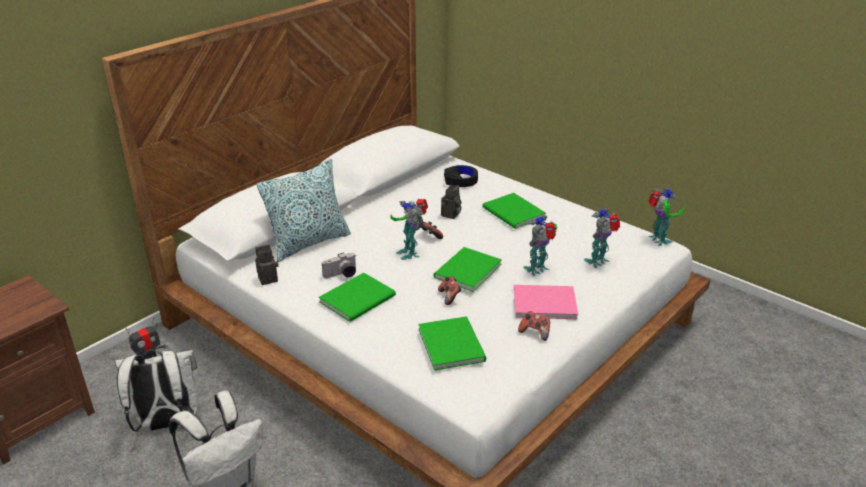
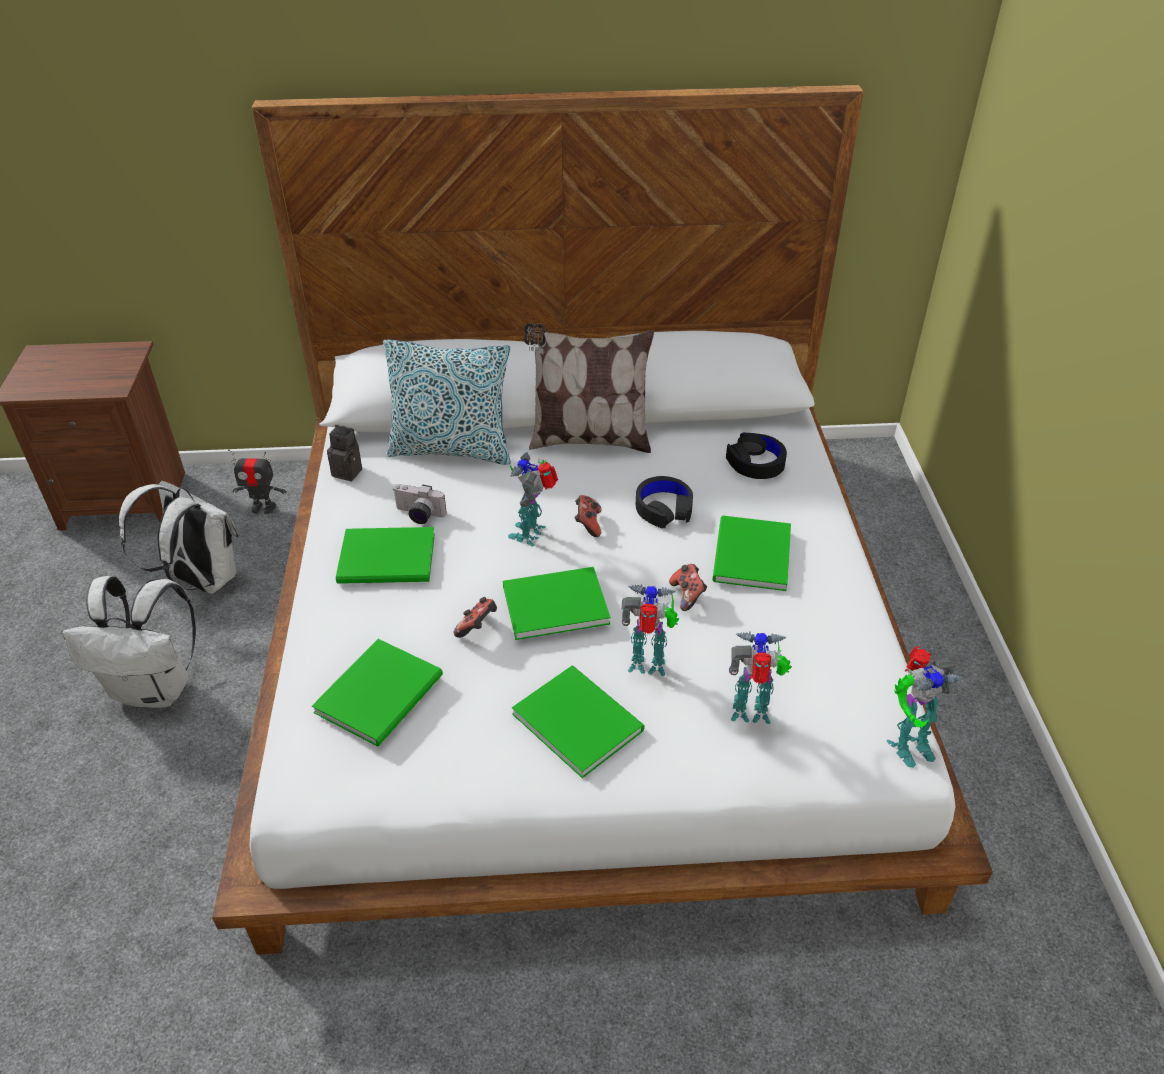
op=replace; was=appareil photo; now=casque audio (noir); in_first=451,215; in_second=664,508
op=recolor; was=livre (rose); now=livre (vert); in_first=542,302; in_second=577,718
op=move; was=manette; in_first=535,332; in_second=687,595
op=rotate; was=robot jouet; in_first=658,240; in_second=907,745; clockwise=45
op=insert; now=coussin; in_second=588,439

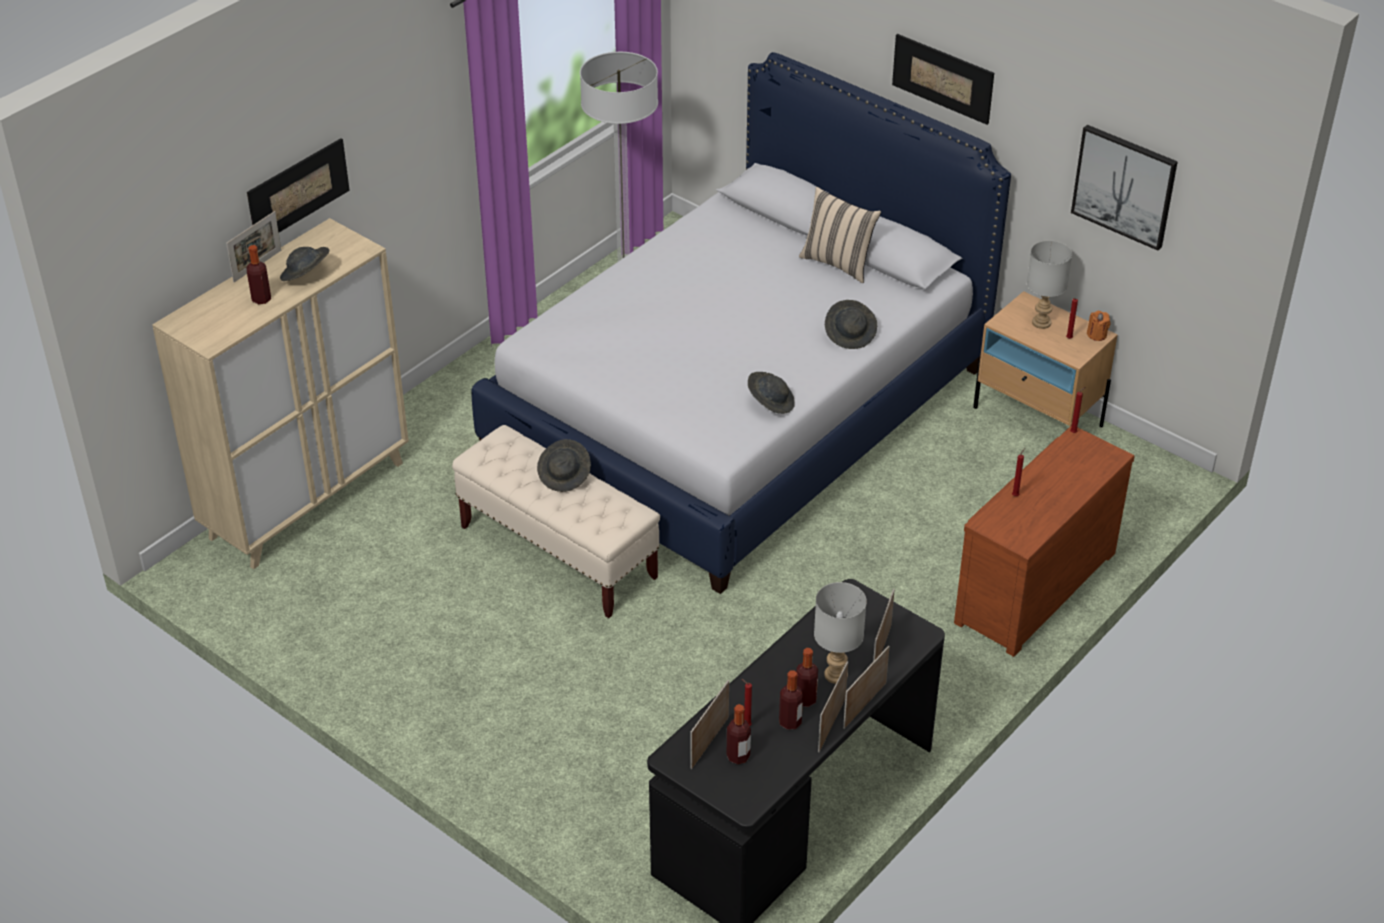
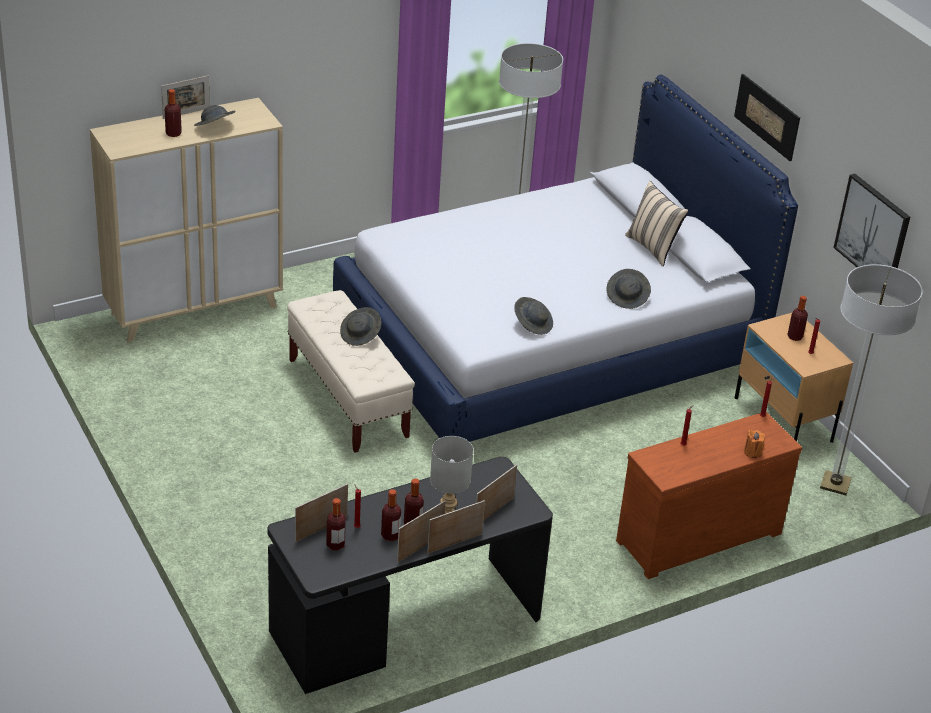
op=delete; was=tableau; in_first=298,190
op=replace; was=lampe de table (gris); now=bouteille; in_first=1041,323; in_second=795,337
op=move; was=bougie (orange); in_first=1097,335; in_second=752,452
op=insert; now=lampadaire; in_second=835,484

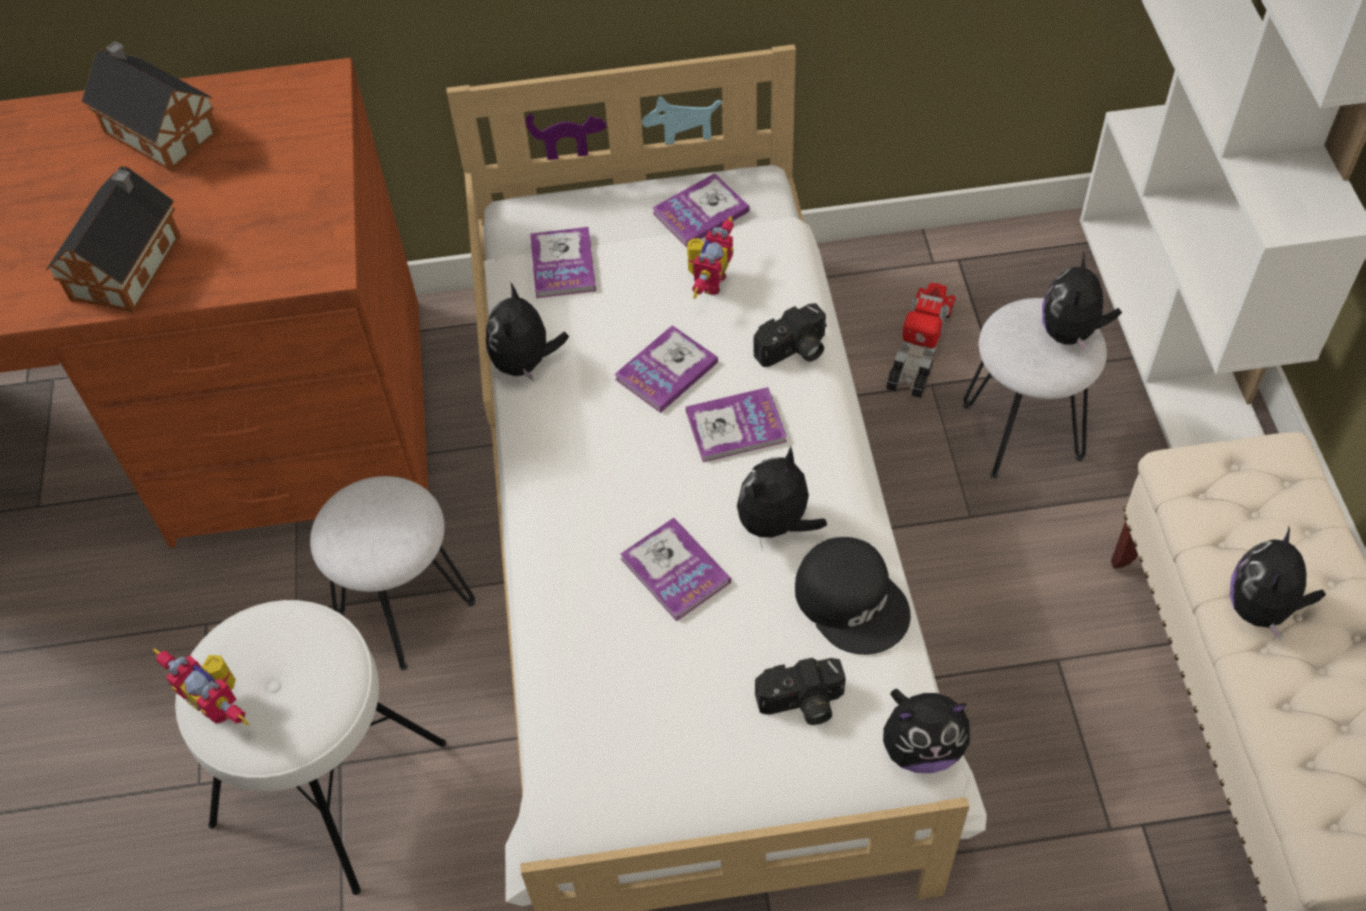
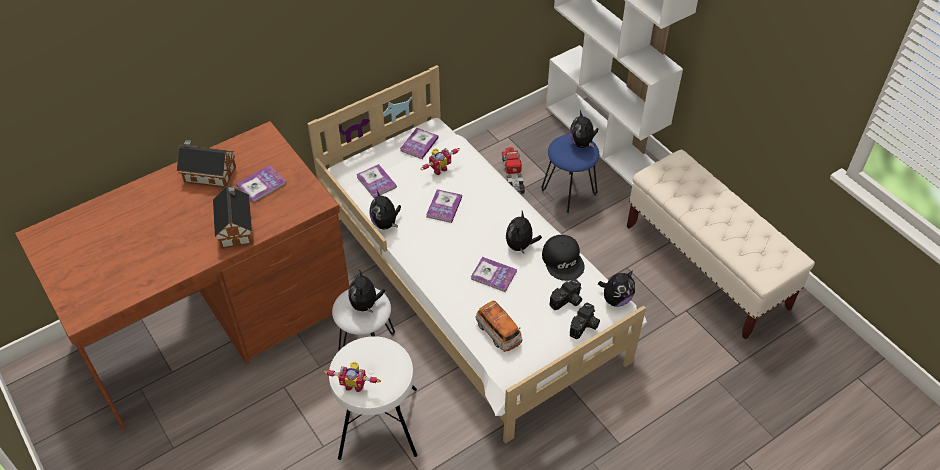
op=move; was=livre; in_first=736,426; in_second=261,185
op=rotate; was=robot jouet; in_first=708,281; in_second=439,169; clockwise=60
op=move; was=appareil photo; in_first=794,351; in_second=585,327
op=rotate; was=casquette (noir); in_first=852,600; in_second=563,260; clockwise=45
op=recolor; was=tabouret (blanc); now=tabouret (bleu); in_first=1023,431; in_second=569,192
op=move; was=peluche; in_first=1261,608; in_second=365,304
op=insert; now=petite voiture; in_second=498,333

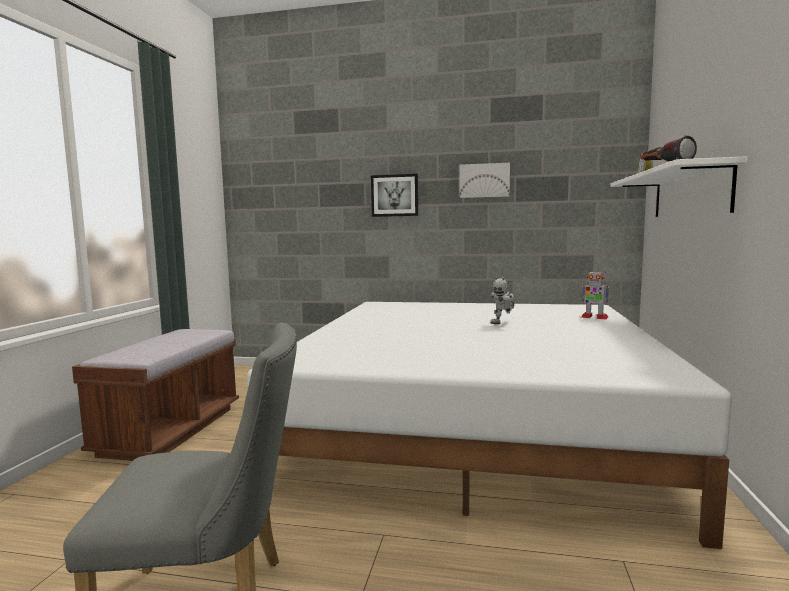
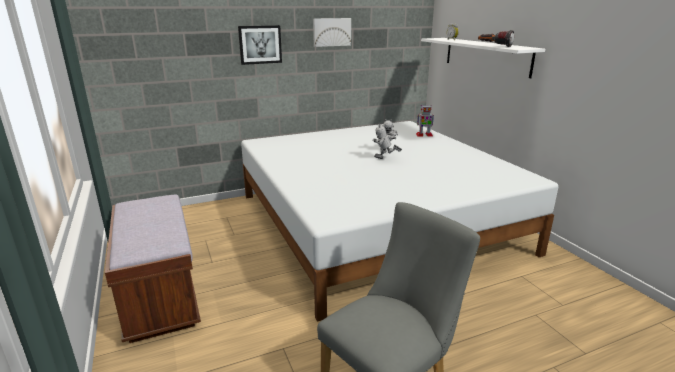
op=insert; now=robot jouet; in_second=385,159

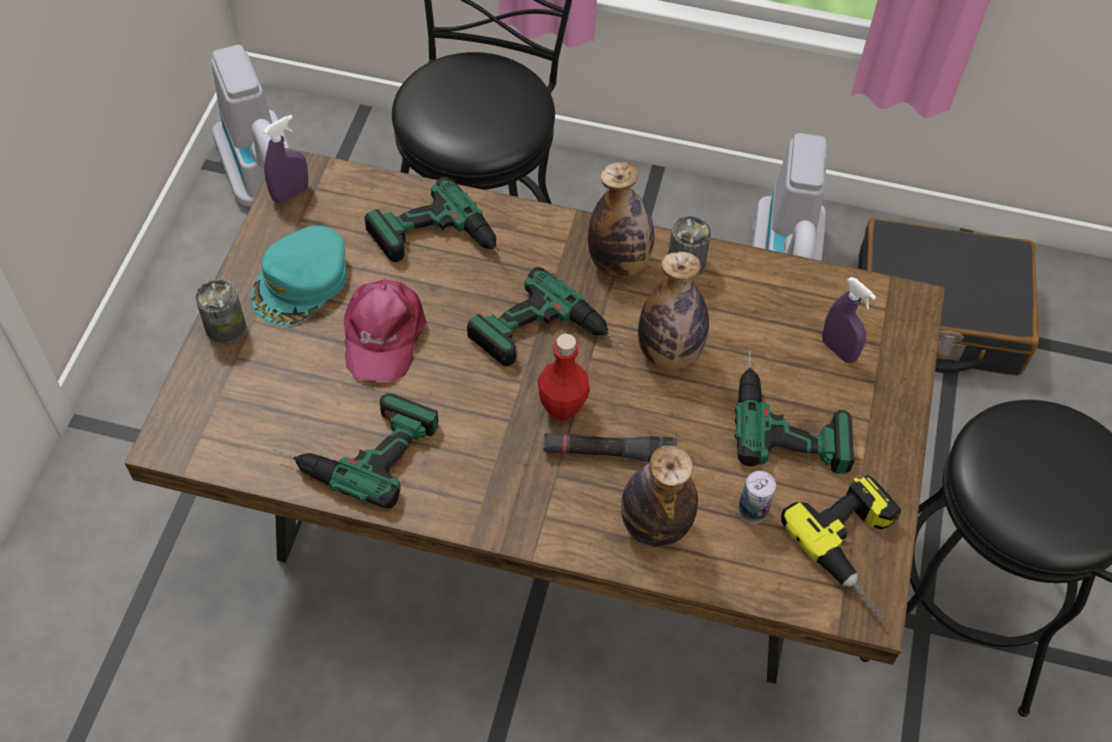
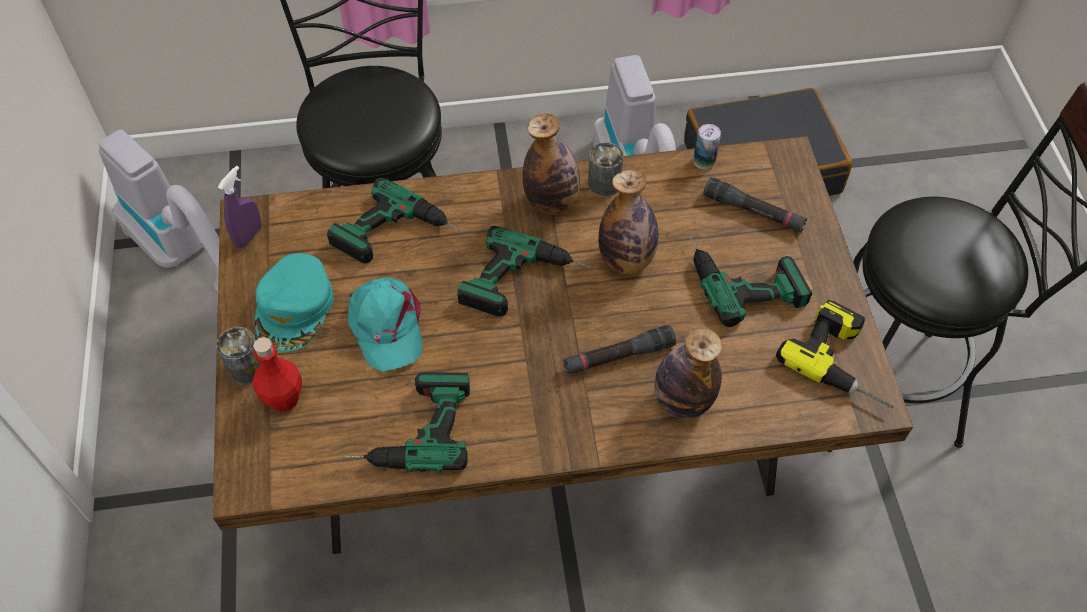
op=recolor; was=casquette (rose); now=casquette (turquoise); in_first=382,334; in_second=386,326
op=move; was=bouteille (rouge); in_first=562,407; in_second=284,399
op=move; was=boîte métallique; in_first=752,511; in_second=704,161
op=replace; was=vaporisateur (violet); now=lampe de poche (noir); in_first=838,350; in_second=753,212

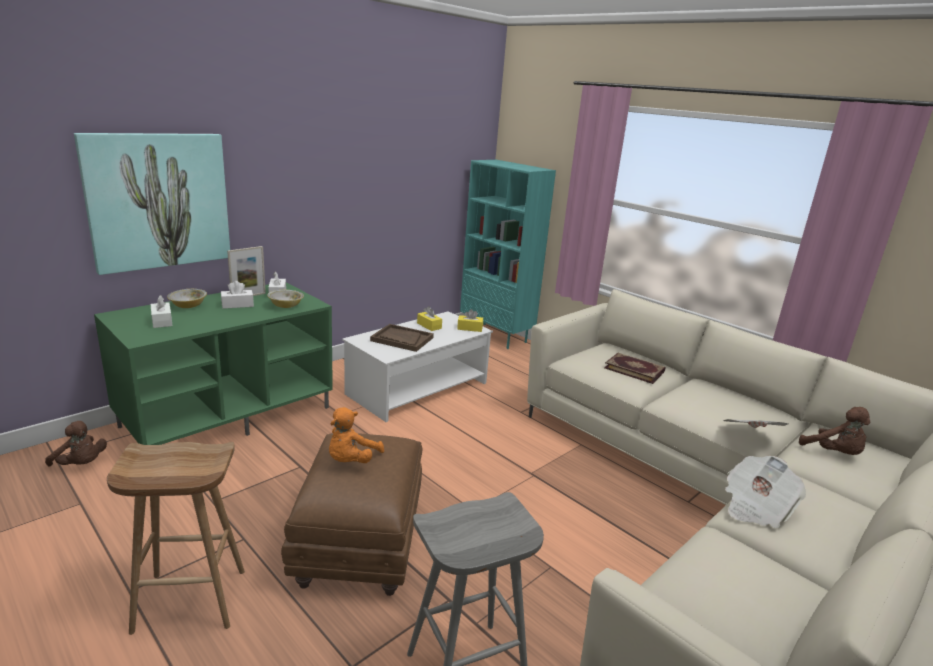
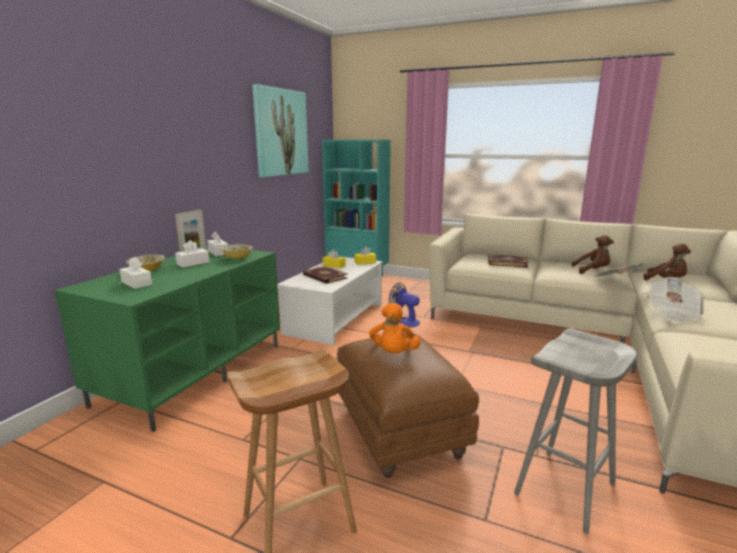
op=move; was=peluche (marron); in_first=80,464; in_second=592,271
op=move; was=tableau; in_first=158,201; in_second=280,132
op=replace; was=plateau (marron); now=livre; in_first=402,339; in_second=324,277
op=insert; now=ventilateur; in_second=404,321

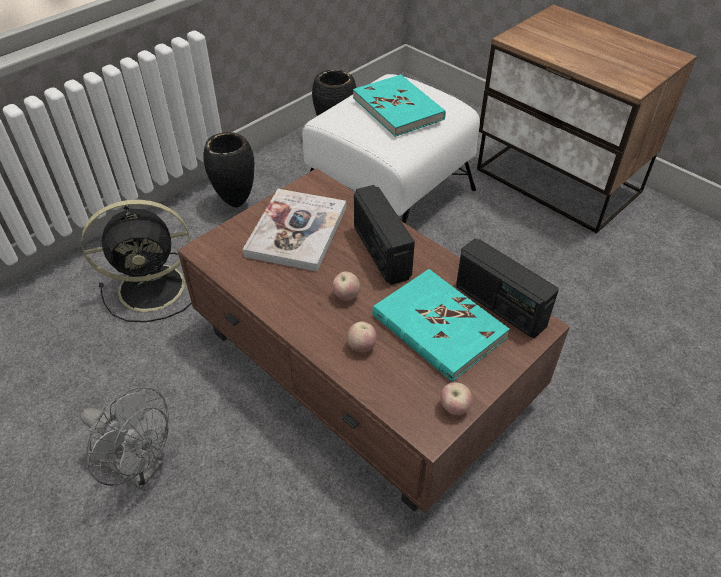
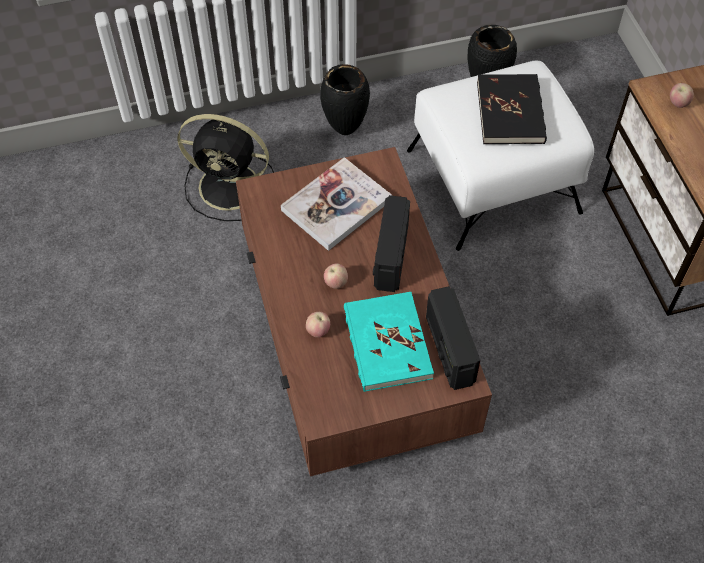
op=delete; was=ventilateur (gris); in_first=140,468
op=recolor; was=livre (turquoise); now=livre (noir); in_first=398,108; in_second=510,112
op=move; was=pomme; in_first=454,408; in_second=678,104

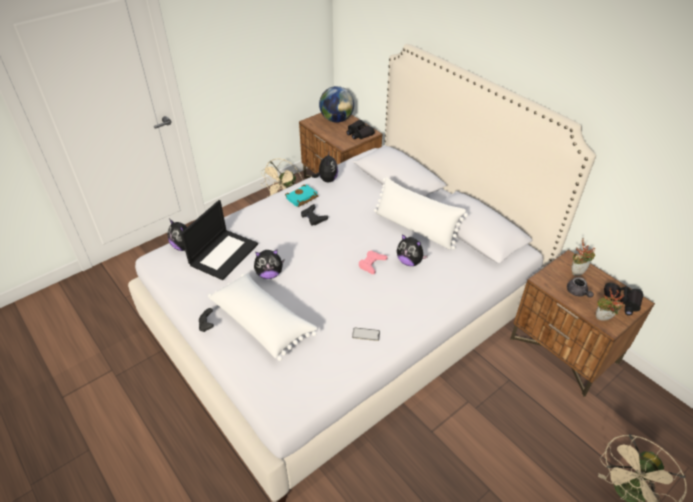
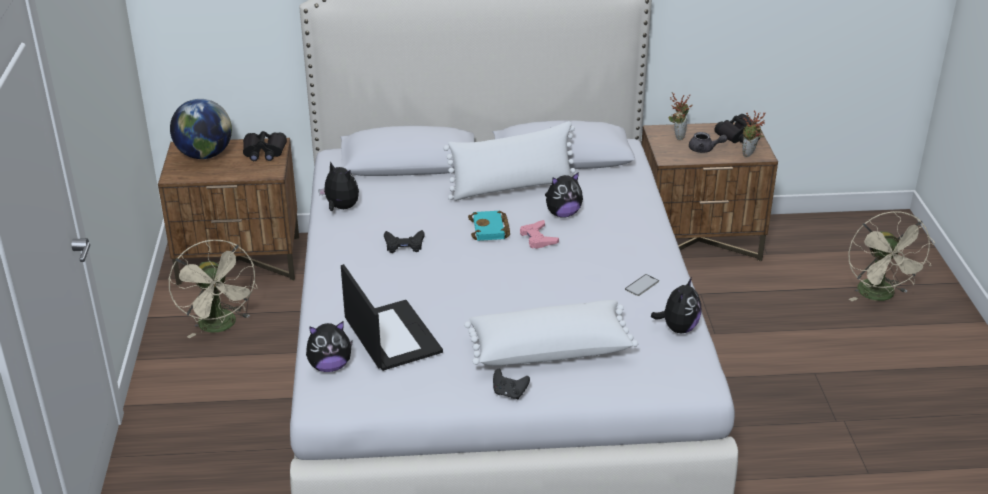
op=move; was=peluche; in_first=269,274; in_second=678,328
op=move; was=livre (turquoise); in_first=302,198; in_second=491,230

